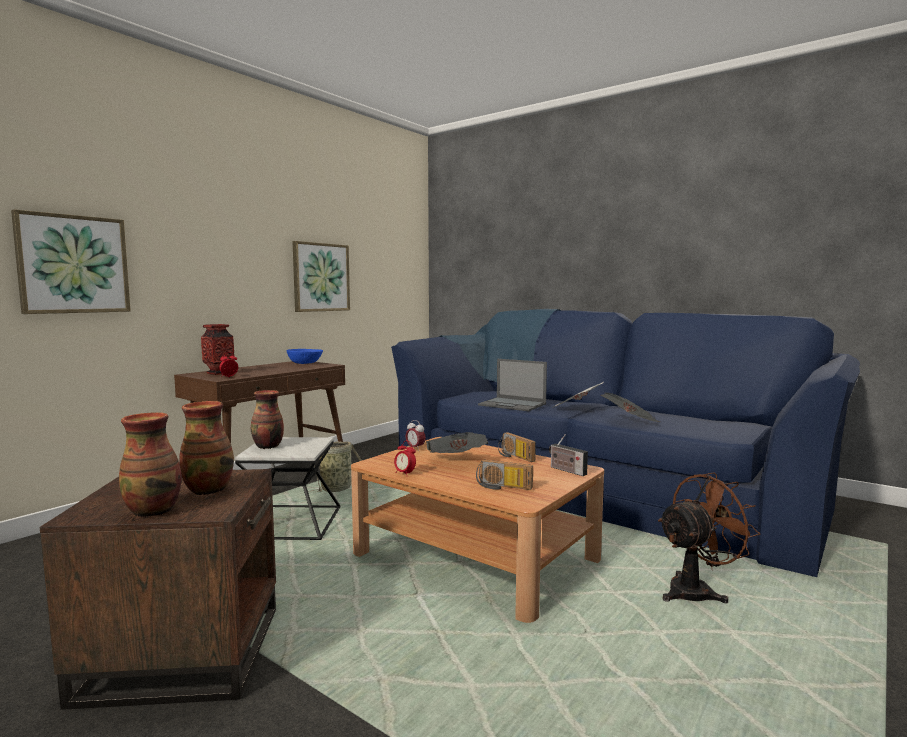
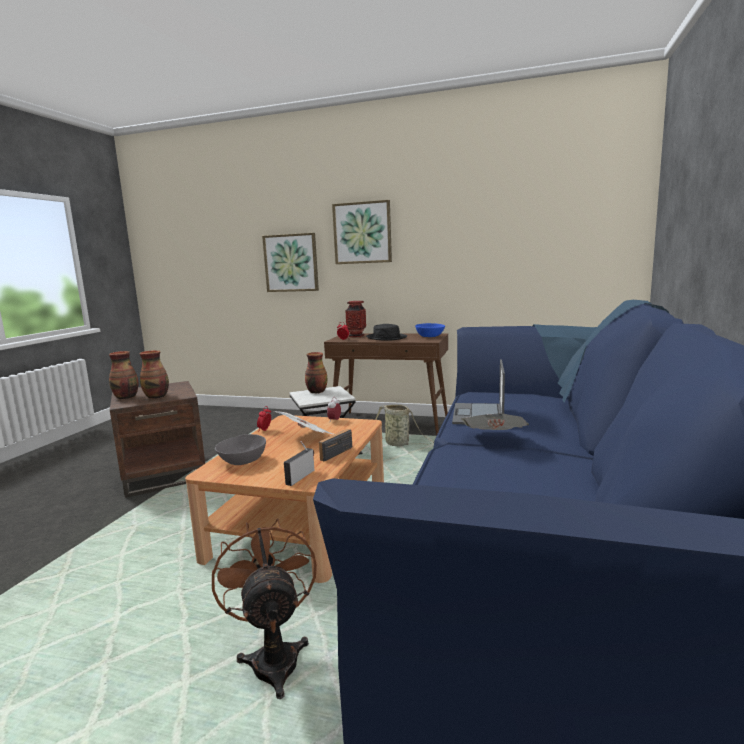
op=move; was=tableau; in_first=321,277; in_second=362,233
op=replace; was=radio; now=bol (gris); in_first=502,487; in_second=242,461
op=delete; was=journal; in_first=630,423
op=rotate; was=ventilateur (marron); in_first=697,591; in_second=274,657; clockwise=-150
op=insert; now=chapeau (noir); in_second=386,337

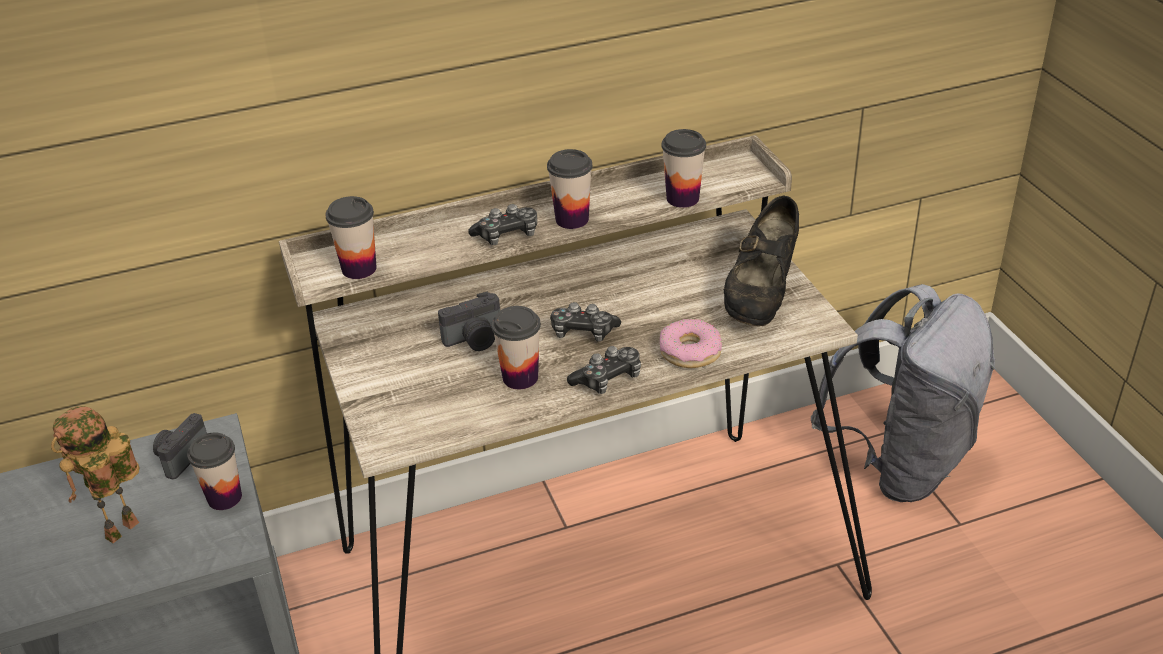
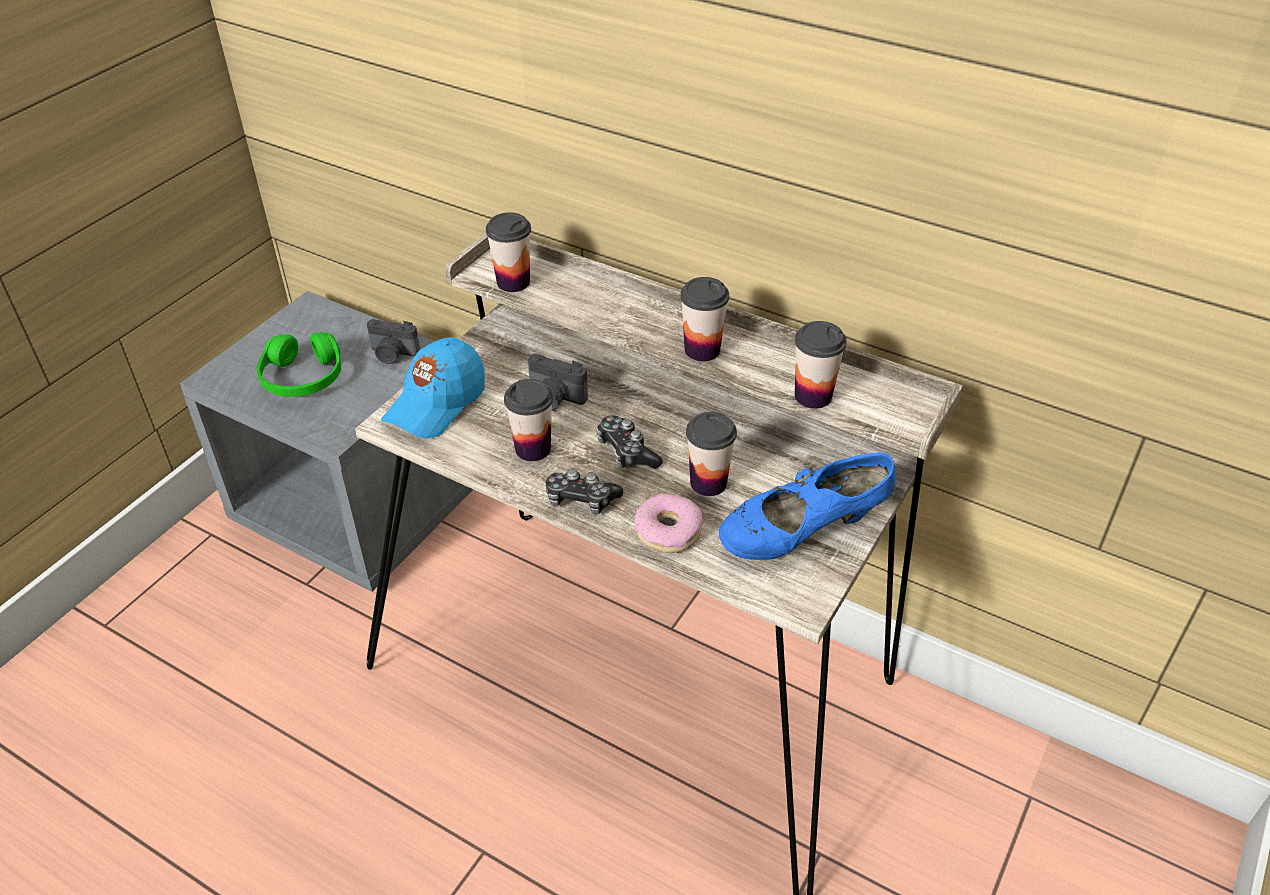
op=replace; was=robot jouet; now=casque audio (vert); in_first=123,534; in_second=302,377
op=rotate; was=appareil photo; in_first=180,457; in_second=393,354; clockwise=-150
op=move; was=tasse; in_first=224,497; in_second=708,483
op=delete; was=manette; in_first=507,235
op=recolor; was=chaussure (noir); now=chaussure (bleu); in_first=761,295; in_second=802,535
op=delete; was=sac à dos (gris); in_first=899,463
op=insert; now=casquette (bleu); in_second=436,404

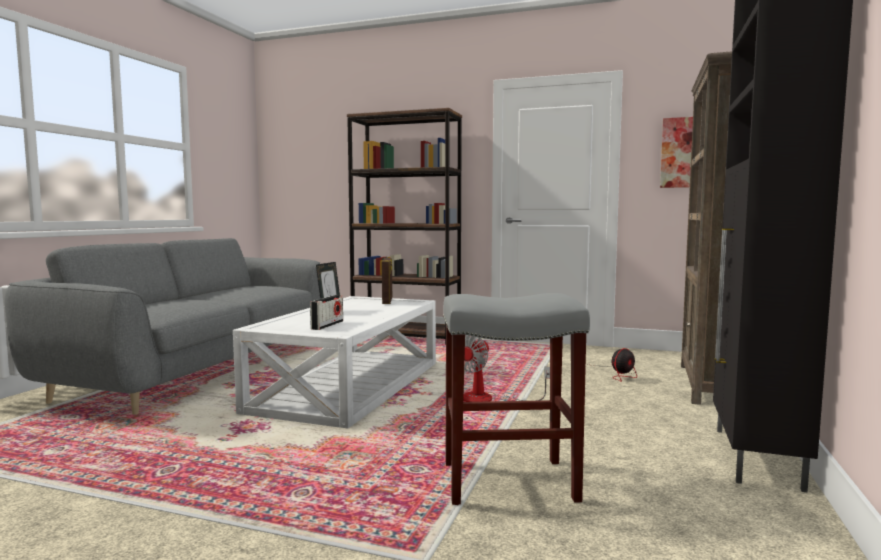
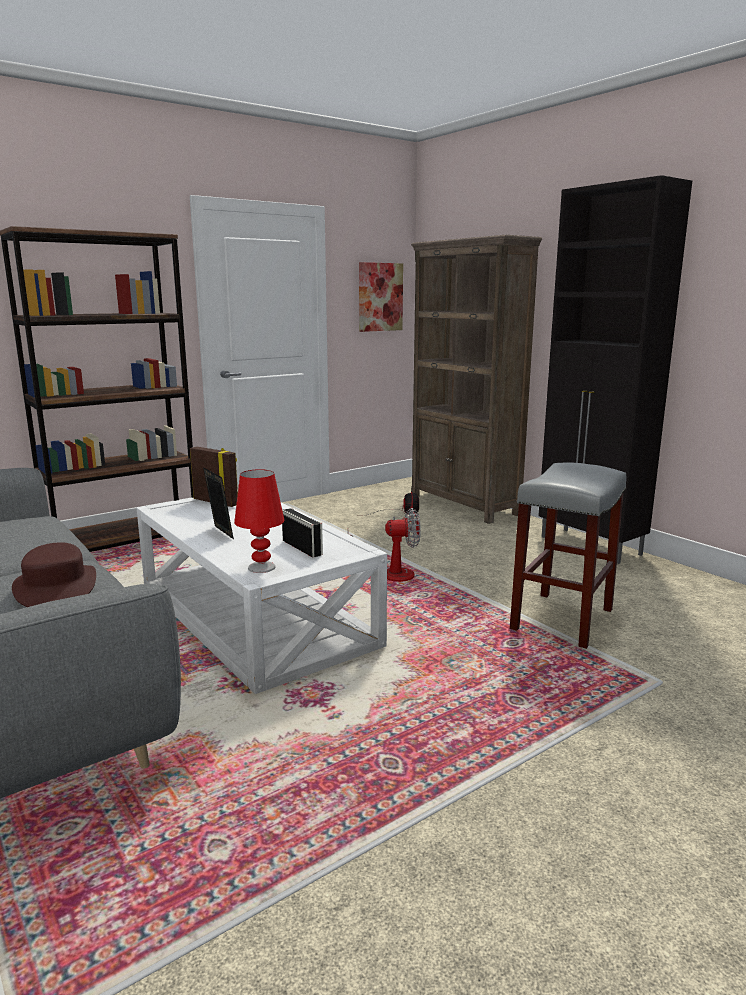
op=rotate; was=ventilateur; in_first=489,399; in_second=390,572; clockwise=-75
op=insert; now=chapeau (marron); in_second=56,588
op=insert; now=lampe de table (rouge); in_second=261,567

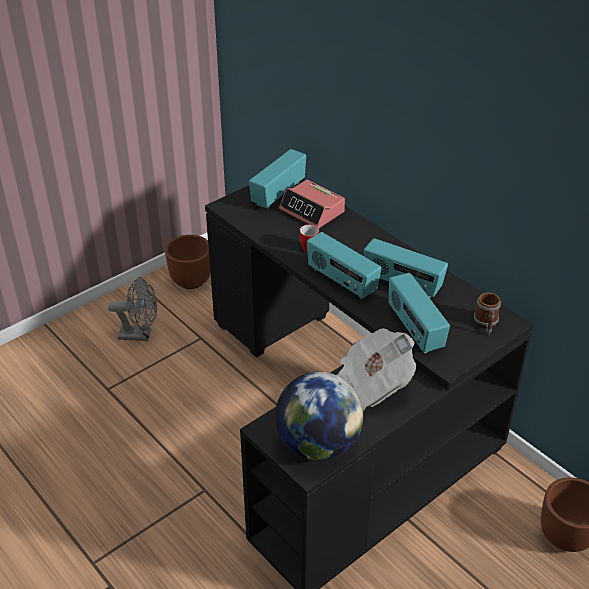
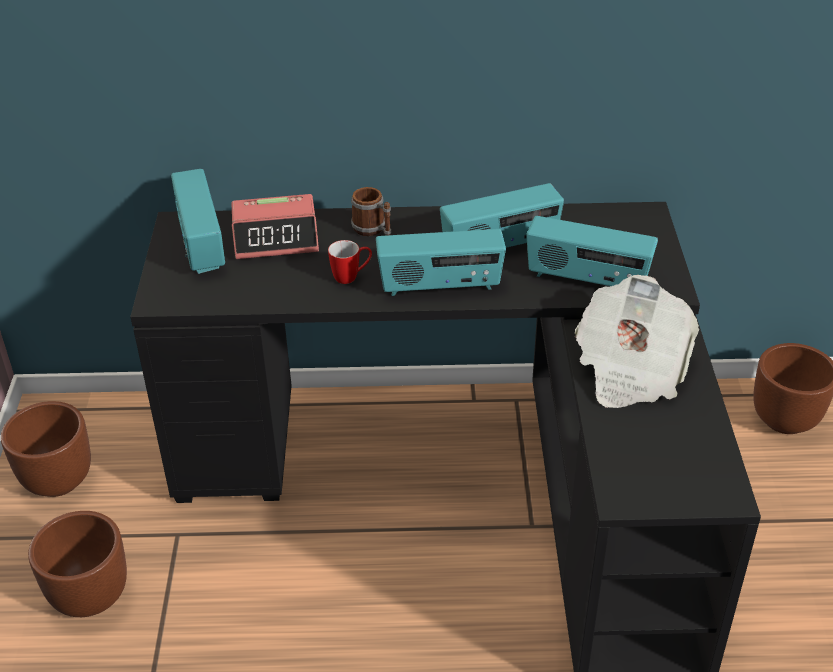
op=replace; was=ventilateur (gris); now=cache-pot (marron); in_first=140,335; in_second=89,596
op=delete; was=globe; in_first=318,444
op=move; was=mug; in_first=486,324; in_second=373,230

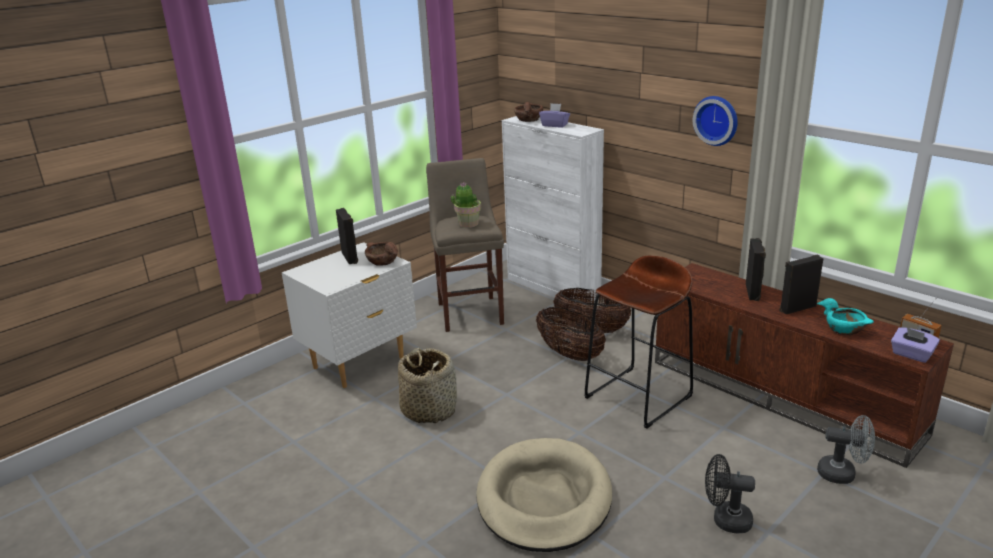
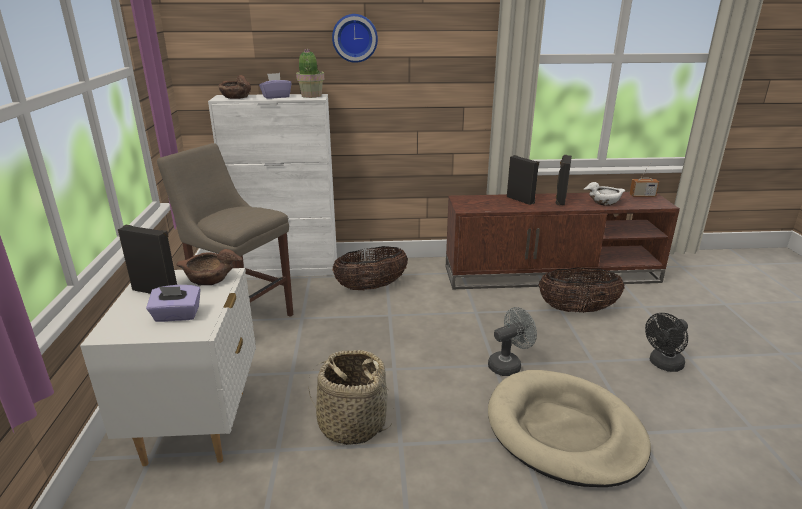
op=move; was=plante en pot; in_first=468,224; in_second=311,96
op=move; was=panier; in_first=570,354; in_second=577,310
op=delete; was=tabouret (marron); in_first=639,396
op=move; was=horloge murale; in_first=717,120; in_second=355,38
op=recolor; was=bol (turquoise); now=bol (blanc); in_first=844,329; in_second=604,202
op=move; was=ventilateur (gris); in_first=842,474; in_second=508,365
op=move; was=boîte à mouchoirs (violet); in_first=911,355; in_second=177,316

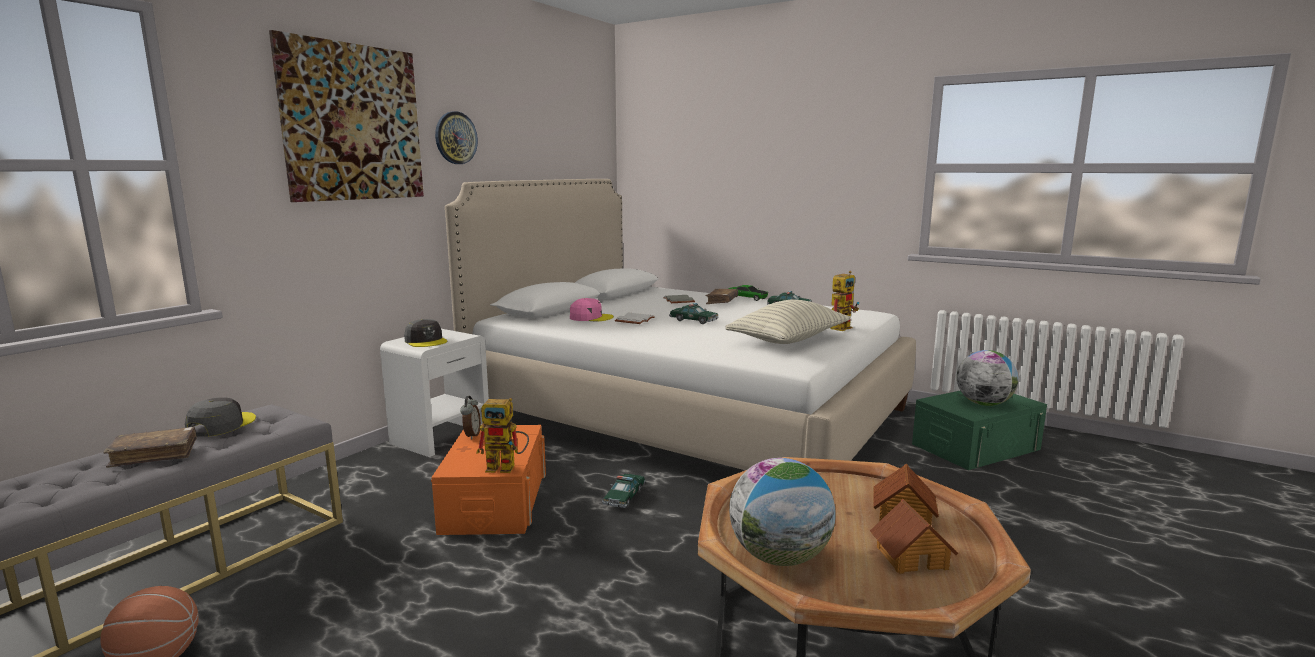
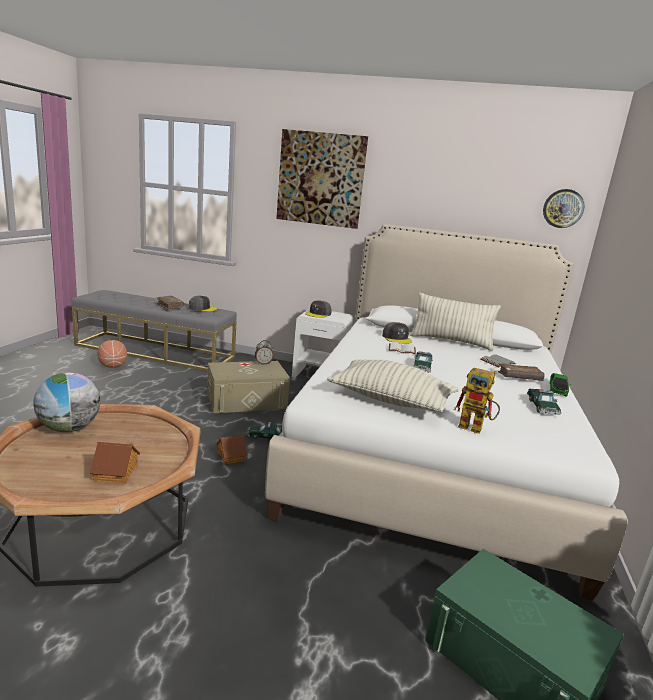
op=recolor; was=boîte de rangement (orange); now=boîte de rangement (beige); in_first=494,501; in_second=246,400
op=move; was=horloge murale; in_first=455,138; in_second=563,208
op=delete; was=robot jouet; in_first=507,467
op=recolor; was=casquette (rose); now=casquette (gris); in_first=590,317; in_second=397,338
op=move; was=maison miniature; in_first=911,557; in_second=232,456
op=delete; was=globe; in_first=983,404
op=insert; now=coussin; in_second=451,341

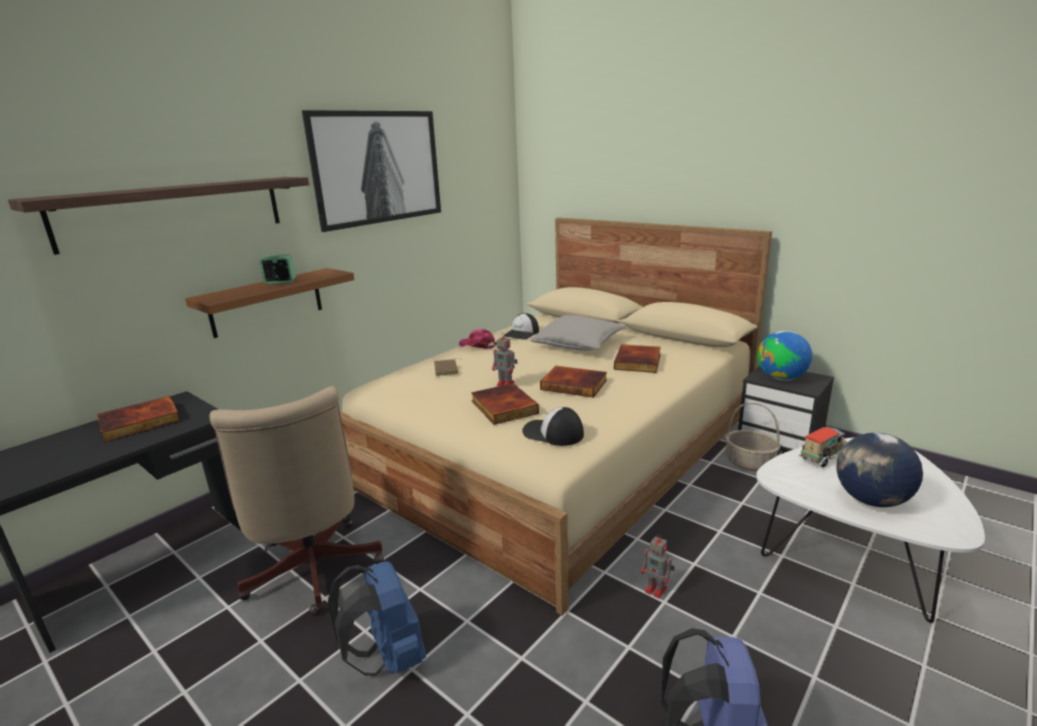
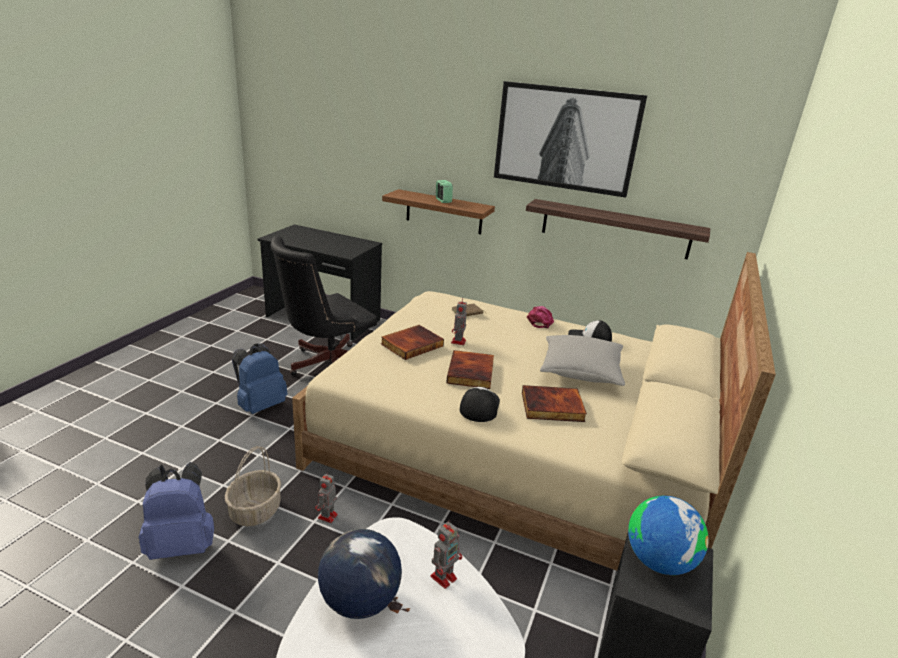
op=move; was=étagère; in_first=174,211; in_second=615,229
op=delete; was=livre; in_first=140,423
op=recolor; was=chaise de bureau (beige); now=chaise de bureau (noir); in_first=312,574; in_second=325,365
op=move; was=casquette; in_first=552,433; in_second=479,406
op=move; was=panier; in_first=749,463; in_second=255,510
op=replace; was=camion jouet; now=robot jouet; in_first=823,458; in_second=444,576

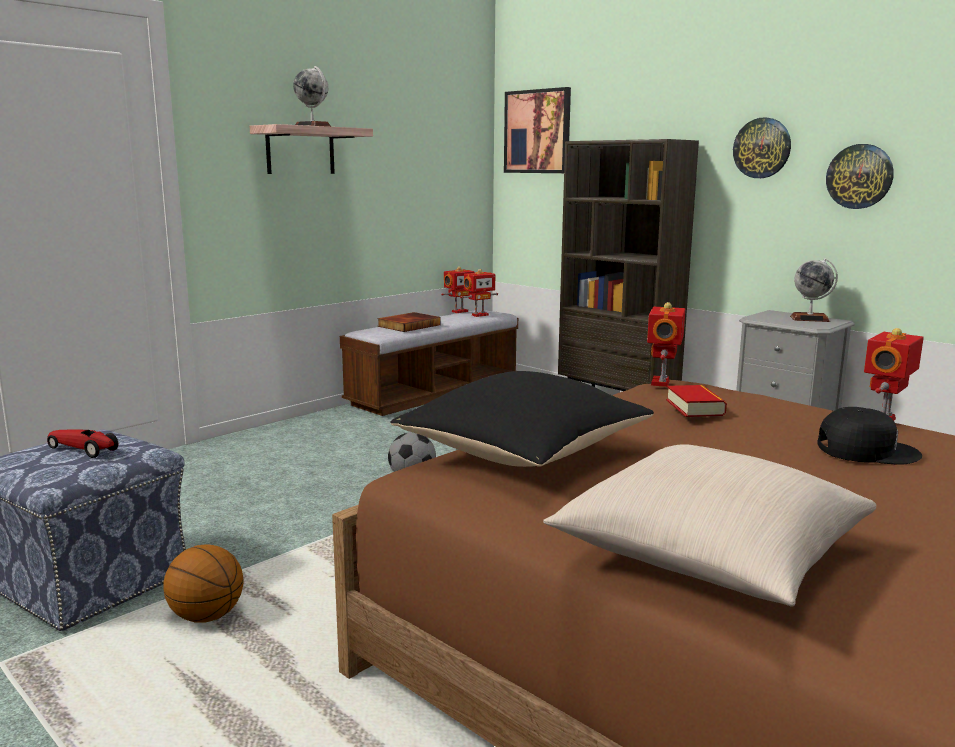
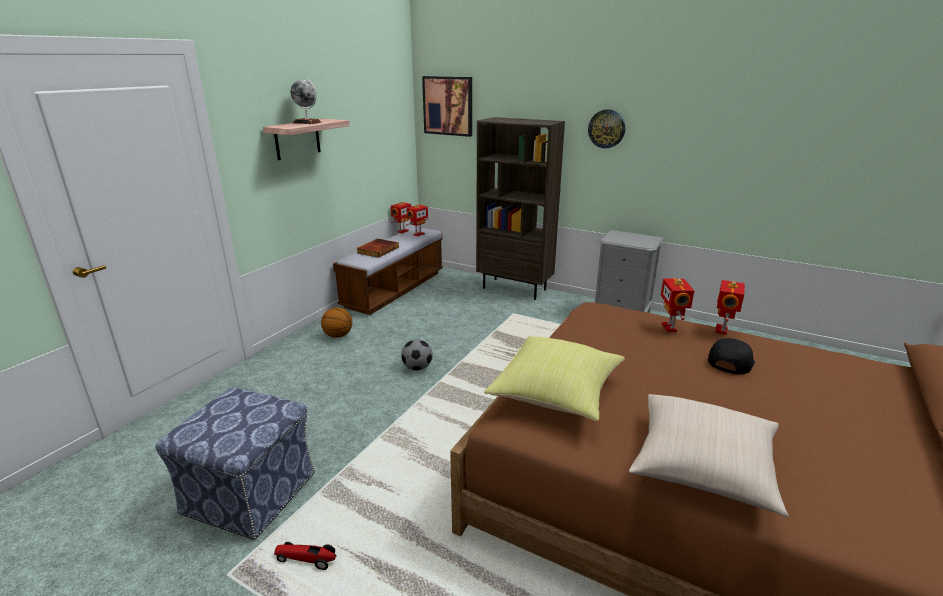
op=move; was=petite voiture; in_first=83,450; in_second=306,559
op=move; was=ballon de basket; in_first=206,616; in_second=338,335
op=recolor; was=coussin (noir); now=coussin (jaune); in_first=524,457; in_second=556,395
op=move; was=robot jouet; in_first=662,383; in_second=670,328
op=delete; was=livre; in_first=695,407
op=delete; was=globe; in_first=809,319
op=rotate; was=casquette (noir); in_first=866,450; in_second=730,361; clockwise=-45
op=delete; was=horloge murale; in_first=859,176

